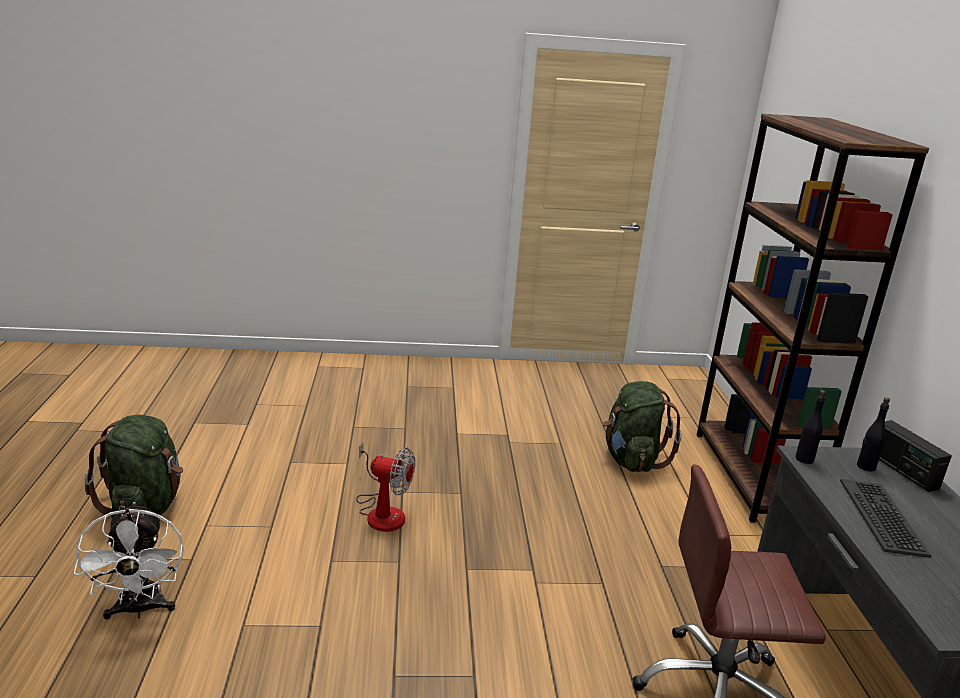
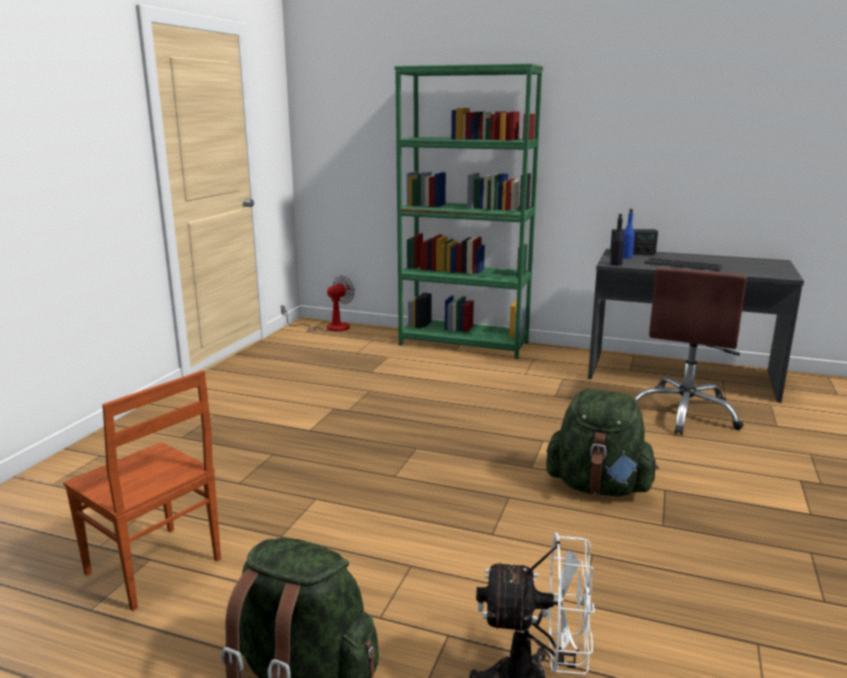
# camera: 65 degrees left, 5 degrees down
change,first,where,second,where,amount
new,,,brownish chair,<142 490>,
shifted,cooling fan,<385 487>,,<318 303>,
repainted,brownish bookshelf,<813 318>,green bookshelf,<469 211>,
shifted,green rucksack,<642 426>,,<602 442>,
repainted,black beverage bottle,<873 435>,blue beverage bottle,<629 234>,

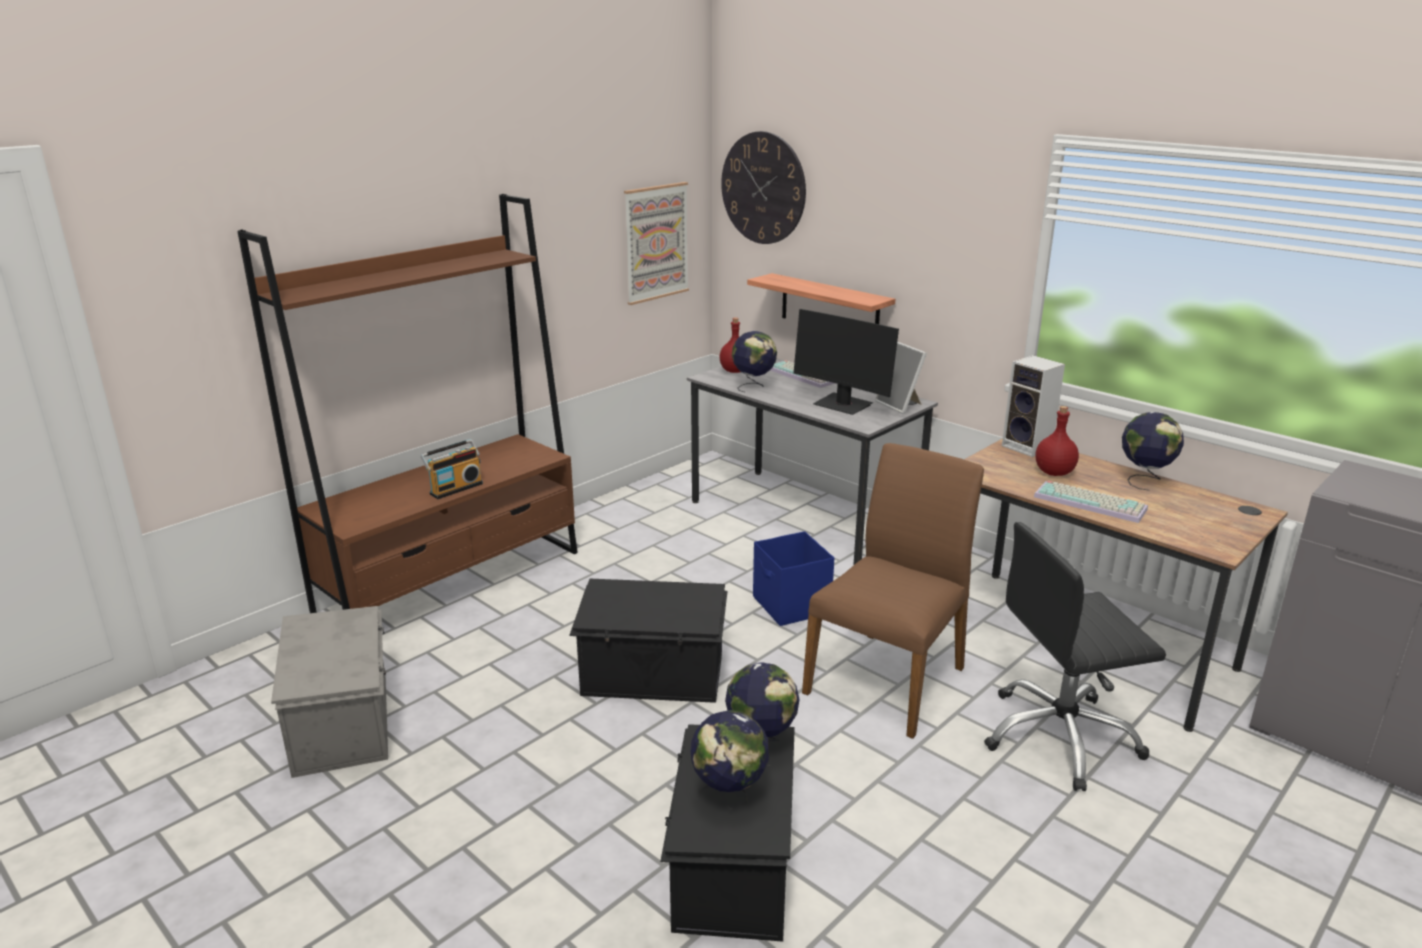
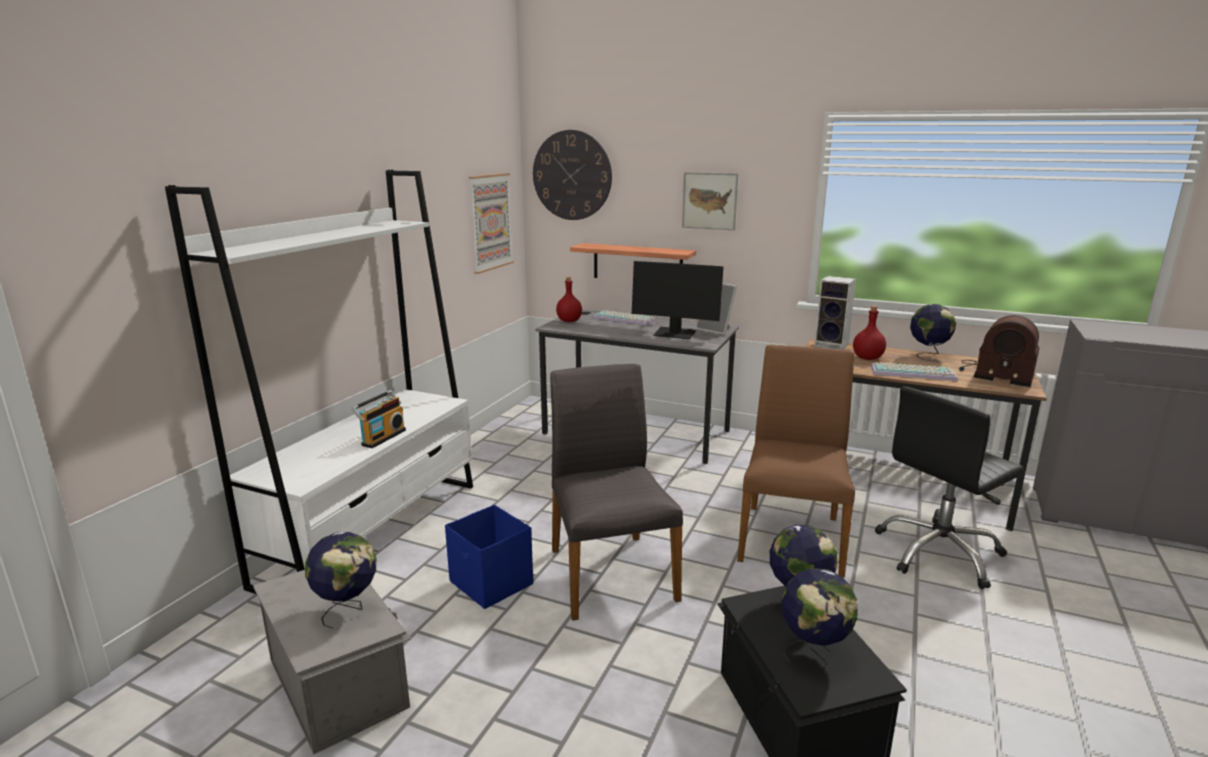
# camera: 20 degrees left, 5 degrees down
change,first,where,second,where,amount
repainted,brownish bookshelf,<408 403>,white bookshelf,<319 382>,
shifted,world globe,<754 361>,,<340 580>,
shifted,blue storage box,<793 578>,,<489 557>,
swapped,black storage box,<648 641>,gray chair,<616 492>,
new,,,wall picture,<710 201>,
new,,,radio,<999 351>,

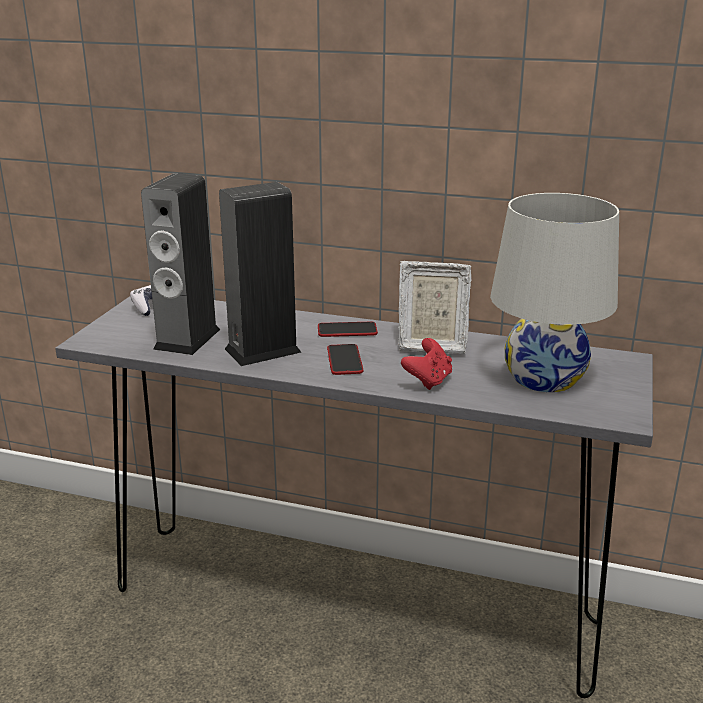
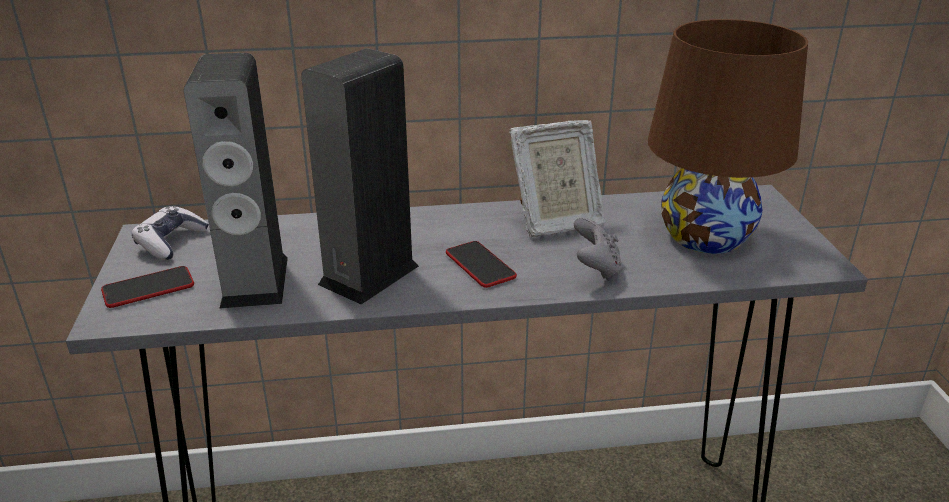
# camera: 25 degrees left, 5 degrees up
change,first,where,second,where,amount
shifted,phone,<348 329>,,<147 287>,
repainted,red-coloured gamepad,<426 364>,gray gamepad,<598 249>,
repainted,white tabletop lamp,<554 292>,brownish tabletop lamp,<728 136>,

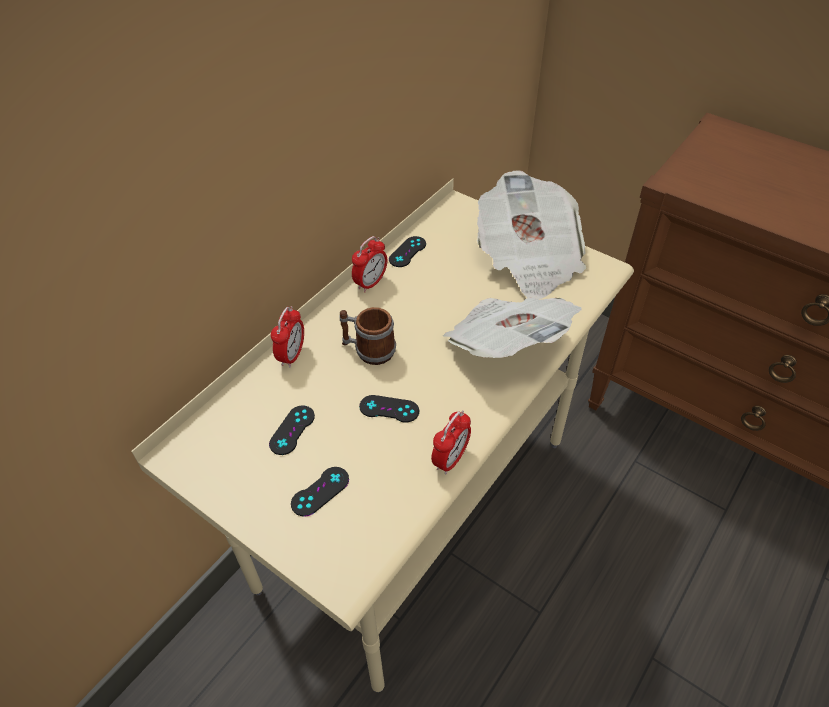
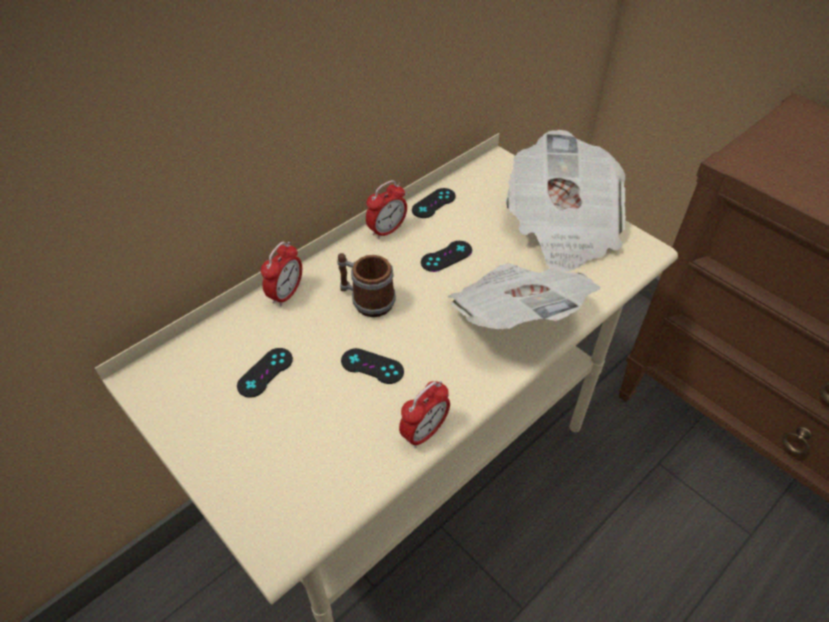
# camera: 10 degrees right, 0 degrees up
change,first,where,second,where,amount
shifted,black gamepad,<320 492>,,<446 256>,

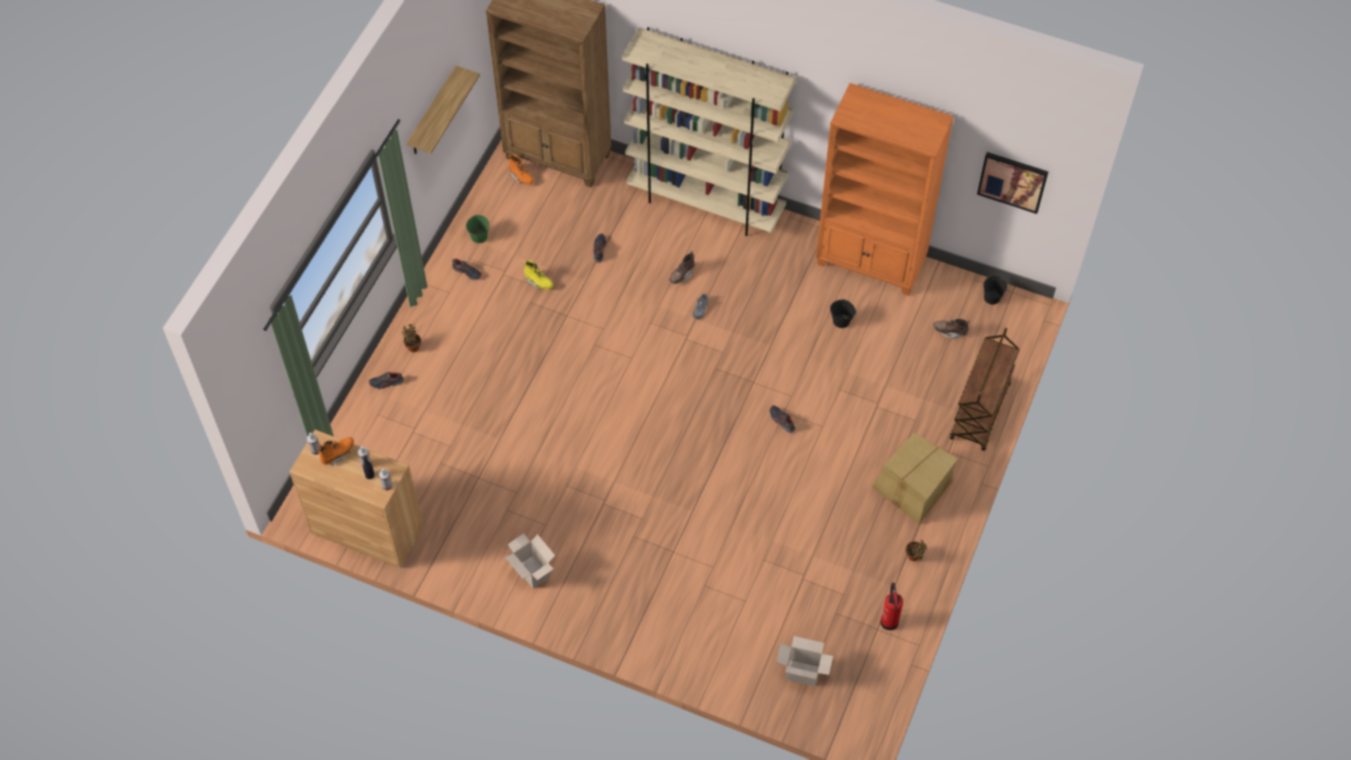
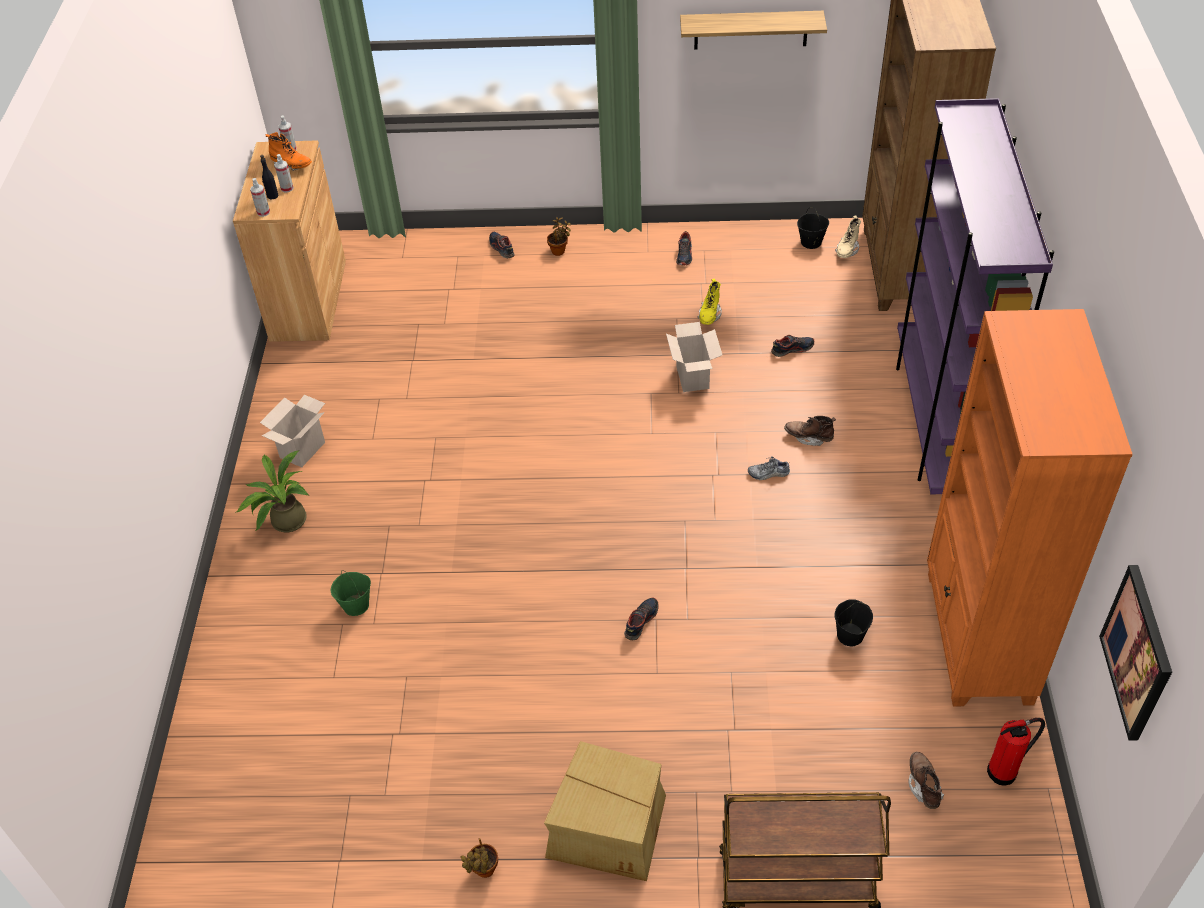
# camera: 70 degrees right, 10 degrees down
change,first,where,second,where,amount
new,,,potted plant,<272 491>,
shifted,green bucket,<477 229>,,<351 593>,
shifted,carton,<805 661>,,<694 357>,
shifted,black bucket,<995 290>,,<813 228>,
repainted,orangey tall boot,<521 169>,beige-coloured tall boot,<848 236>,
repainted,beige-coloured bookshelf,<709 131>,purplish bookshelf,<975 296>,
shifted,fire extinguisher,<891 606>,,<1016 752>,

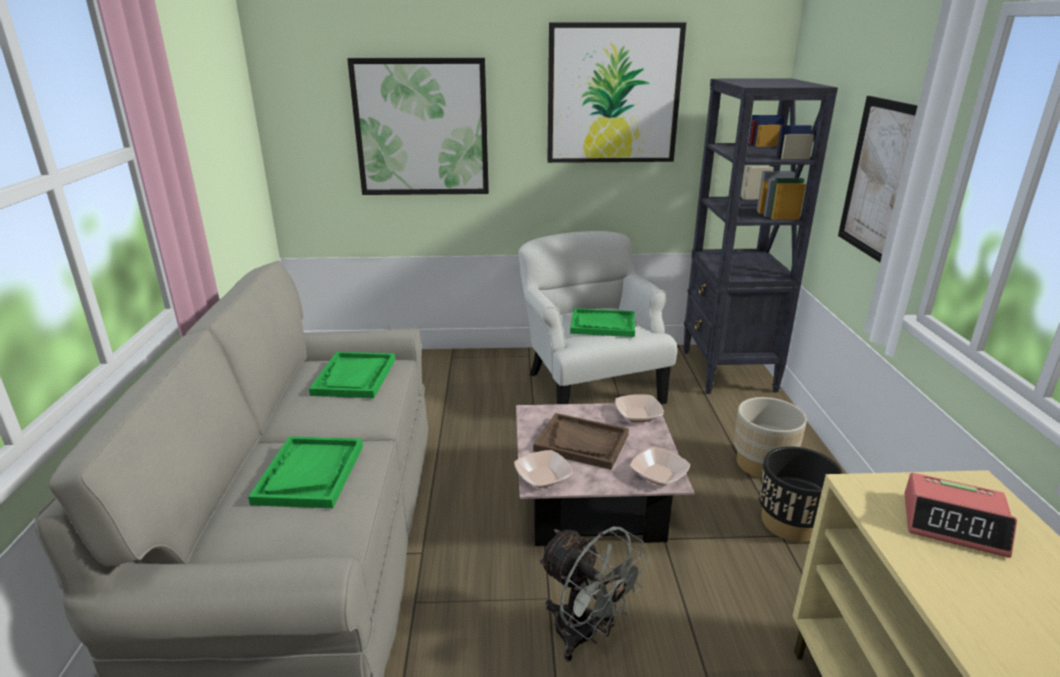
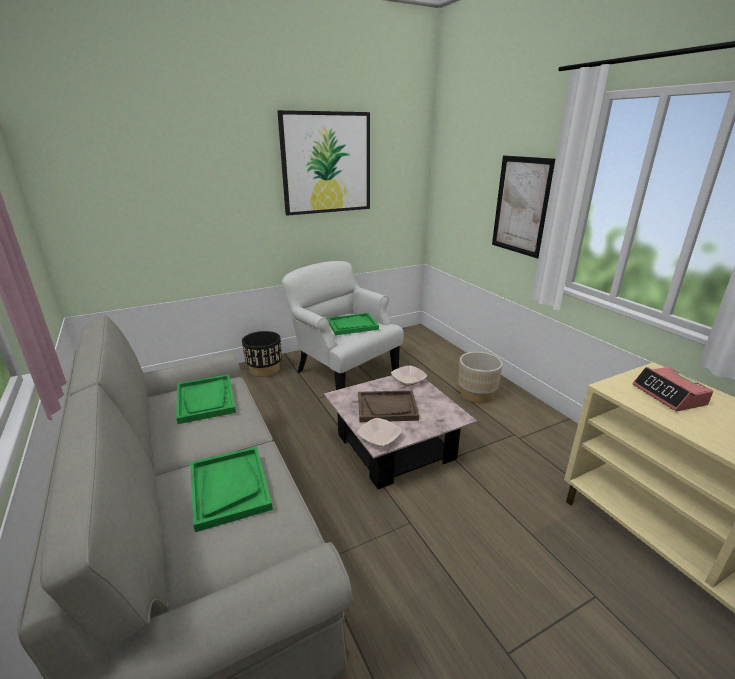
# camera: 25 degrees left, 0 degrees up
change,first,where,second,where,amount
shifted,black plant pot,<801 494>,,<262 354>,
rotated,bedside clock,<960 515>,,<673 389>,75 degrees clockwise
gone,wall picture,<418 126>,,,
gone,gray cooling fan,<593 594>,,,
gone,bowl,<660 466>,,,
gone,black bookshelf,<760 236>,,,

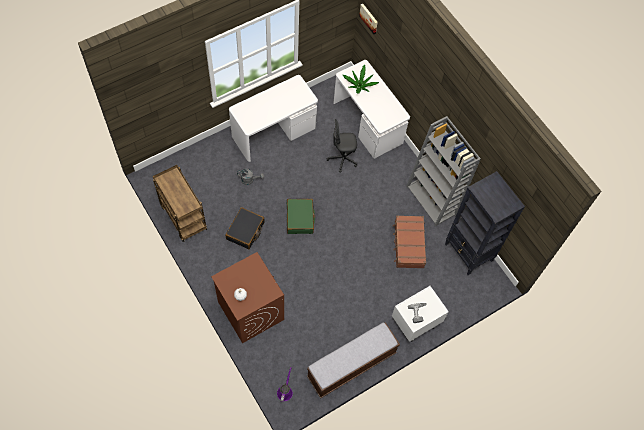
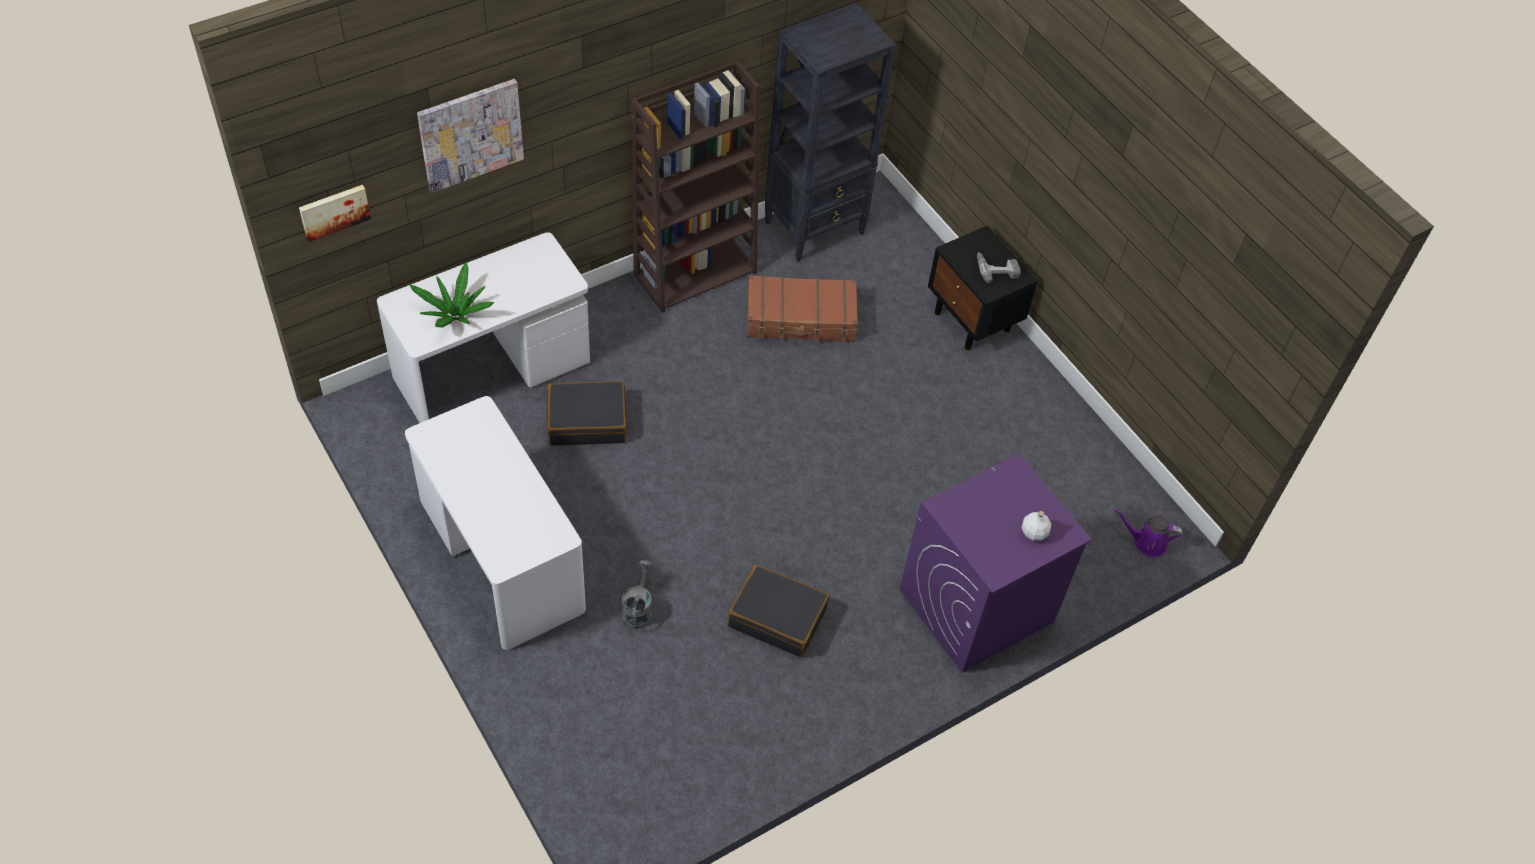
# camera: 90 degrees left, 10 degrees down
change,first,where,second,where,amount
new,,,wall picture,<470 136>,
swapped,gray desk chair,<342 146>,black travel case,<586 413>,
repainted,gray bookshelf,<443 171>,brownish bookshelf,<696 187>,
repainted,brownish laundry appliance,<247 297>,purplish laundry appliance,<996 563>,
repainted,white bedside table,<420 314>,black bedside table,<983 288>,
gone,brownish cart,<180 203>,,,
gone,green travel case,<301 216>,,,
gone,long seat,<353 360>,,,

